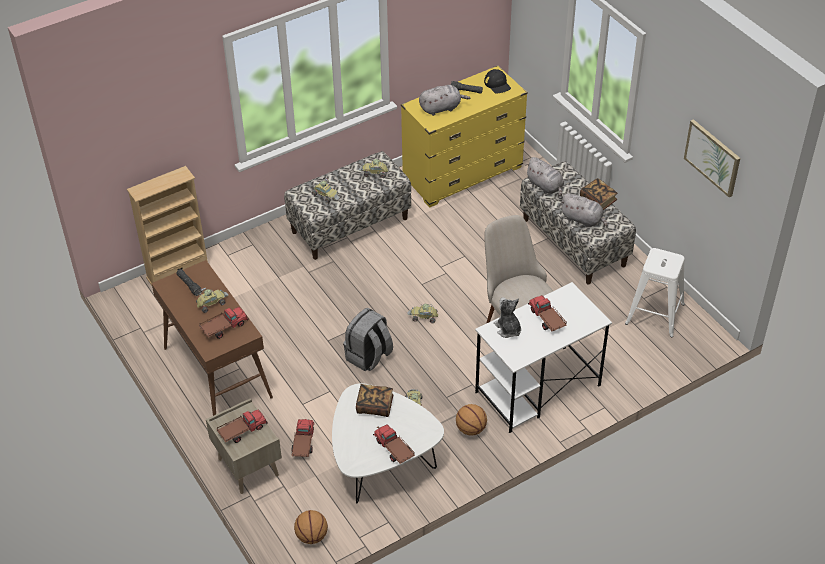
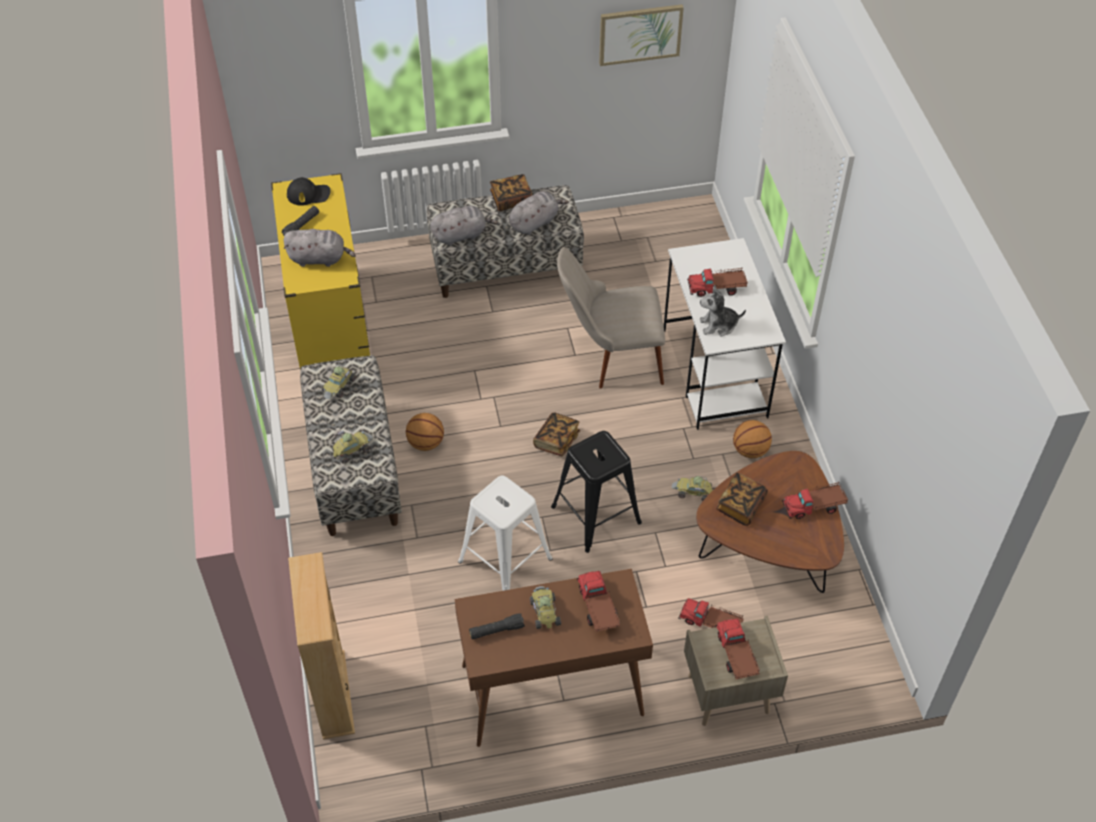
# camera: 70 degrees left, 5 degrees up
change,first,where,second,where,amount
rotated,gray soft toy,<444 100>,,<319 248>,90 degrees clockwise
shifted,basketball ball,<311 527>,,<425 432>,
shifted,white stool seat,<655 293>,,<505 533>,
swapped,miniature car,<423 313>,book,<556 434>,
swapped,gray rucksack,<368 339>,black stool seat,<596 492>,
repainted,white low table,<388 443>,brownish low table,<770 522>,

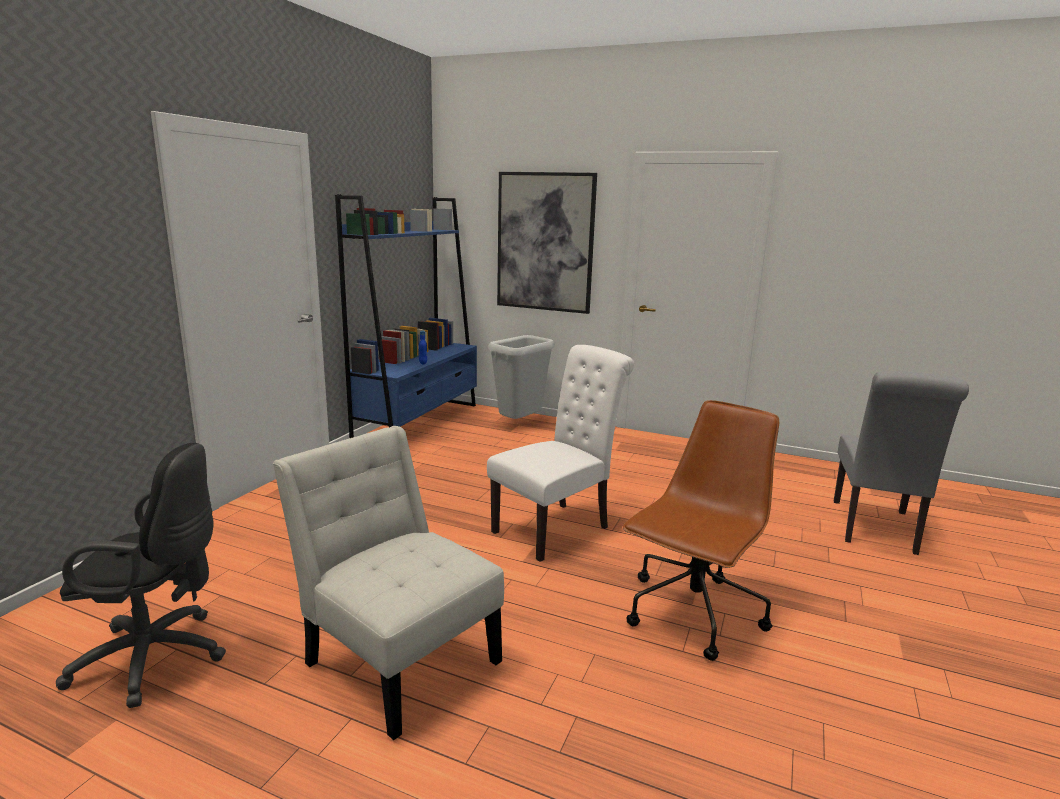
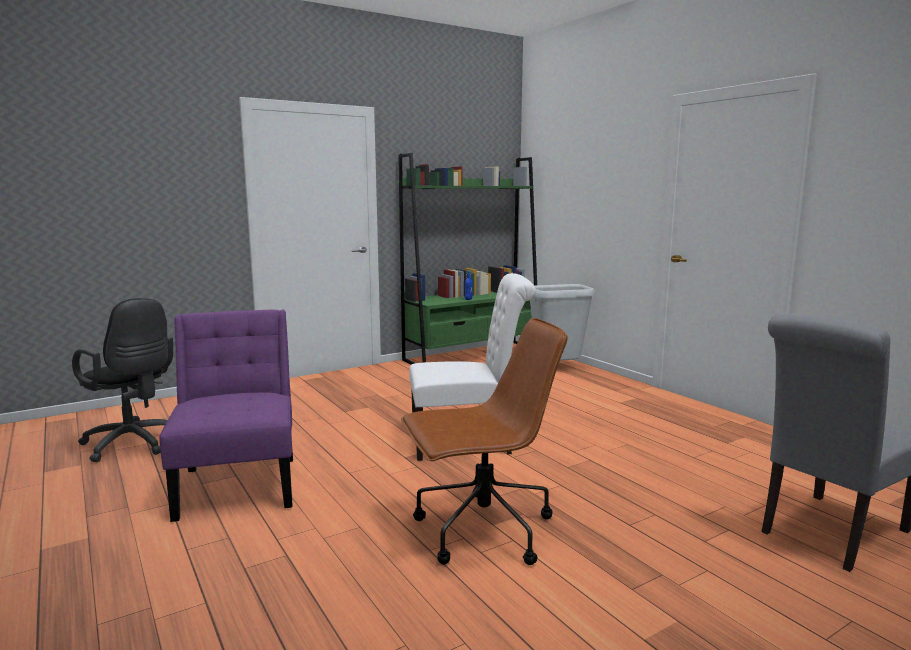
# camera: 35 degrees right, 5 degrees down
change,first,where,second,where,amount
repainted,white chair,<388 583>,purplish chair,<226 415>,
repainted,blue bookshelf,<406 316>,green bookshelf,<467 259>,
gone,wall picture,<547 243>,,,

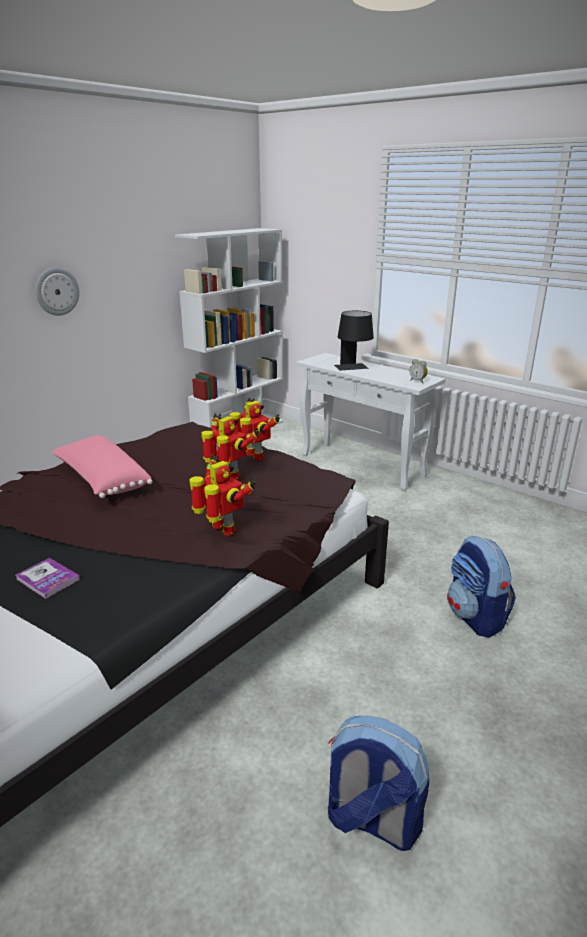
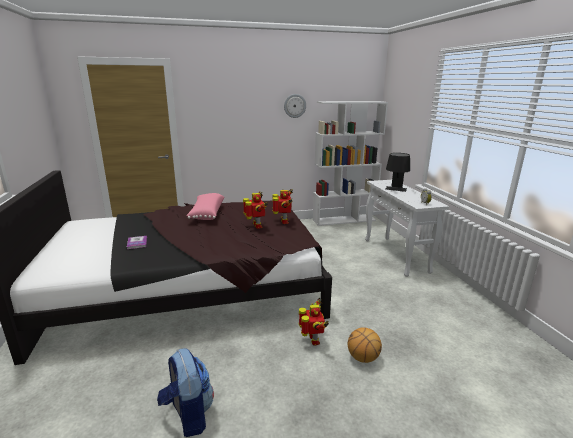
# camera: 35 degrees right, 5 degrees down
change,first,where,second,where,amount
shifted,clock on the wall,<57 291>,,<295 106>,
shifted,robot figure,<222 495>,,<314 322>,
swapped,rucksack,<481 587>,basketball ball,<365 345>,

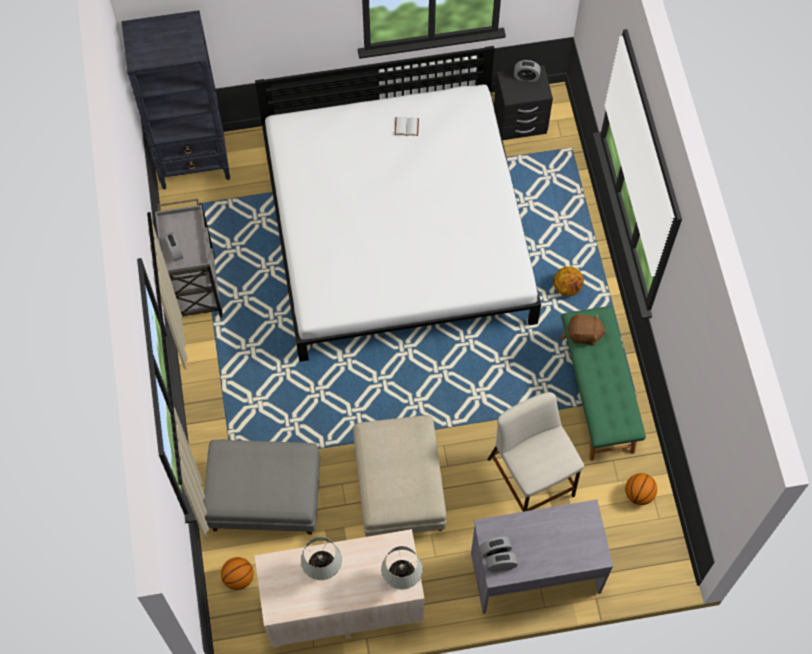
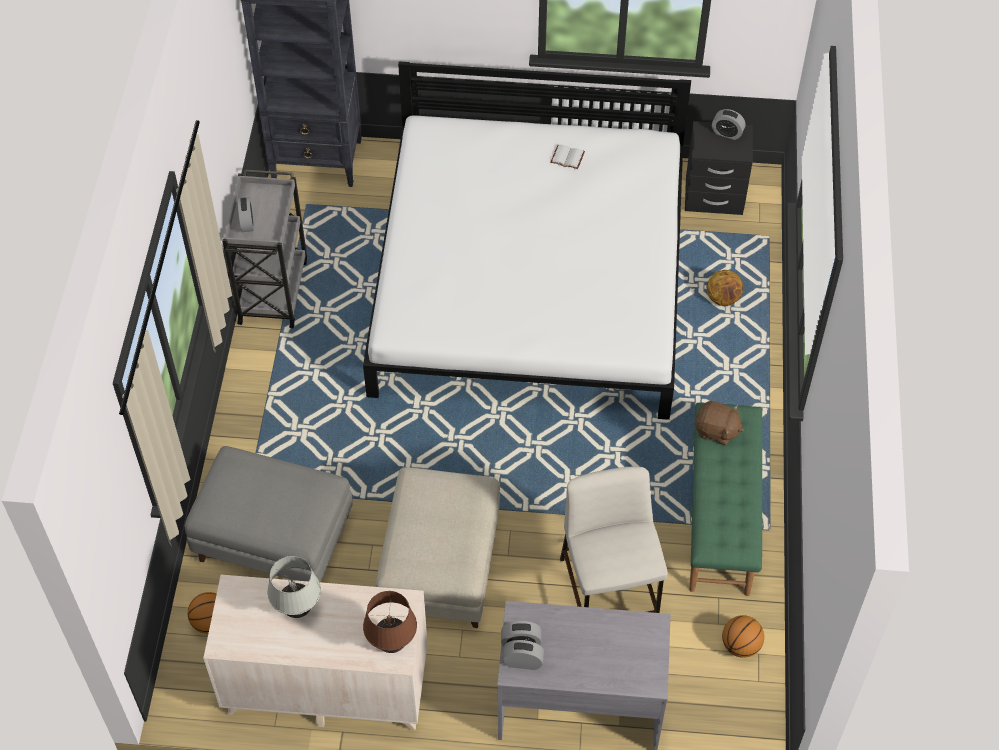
# camera: 15 degrees right, 10 degrees down
change,first,where,second,where,amount
repainted,white tabletop lamp,<402 568>,brownish tabletop lamp,<390 622>,
shifted,basketball ball,<568 281>,,<725 288>,

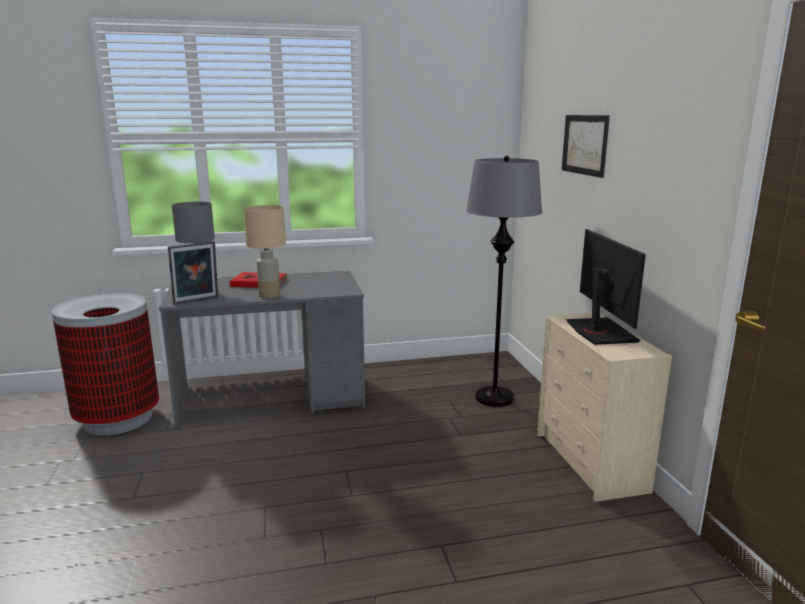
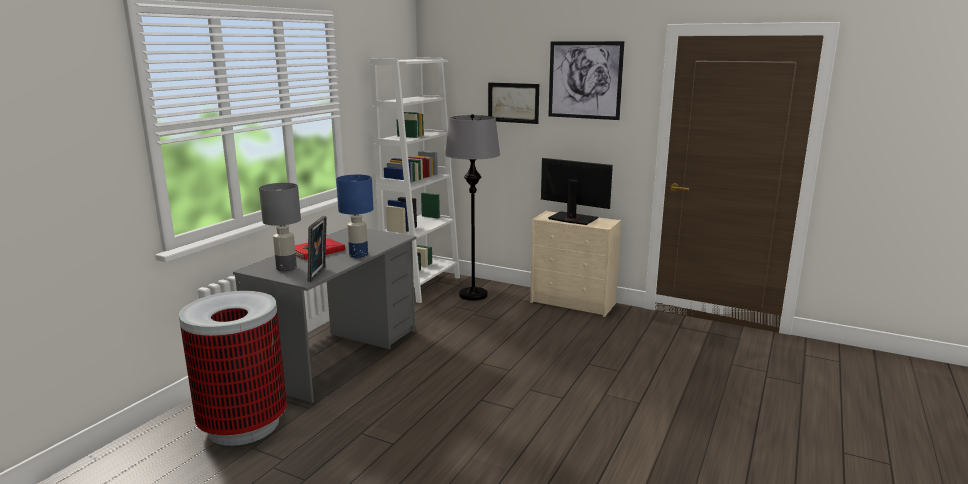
# camera: 50 degrees left, 0 degrees up
change,first,where,second,where,amount
repainted,beige-coloured tabletop lamp,<264 251>,blue tabletop lamp,<354 216>,
new,,,white bookshelf,<415 180>,
new,,,wall picture,<586 80>,

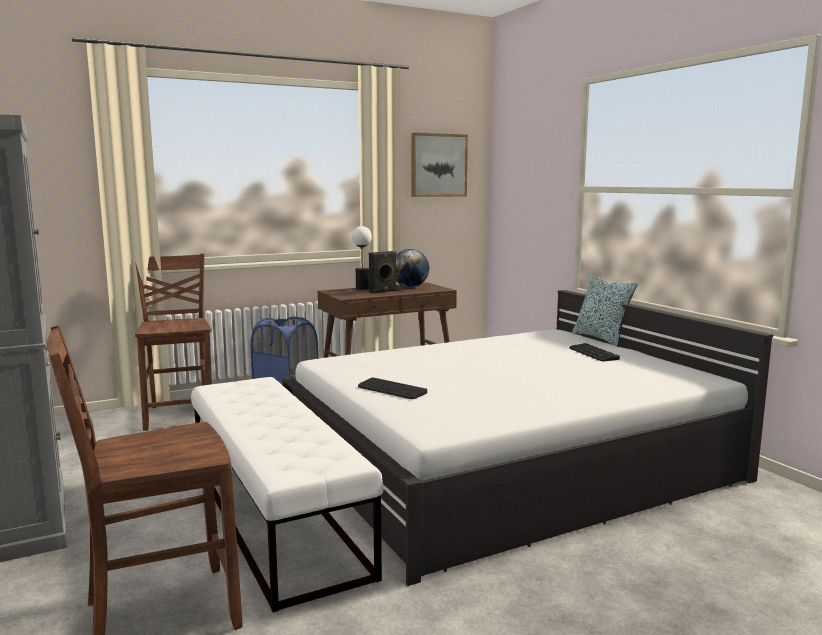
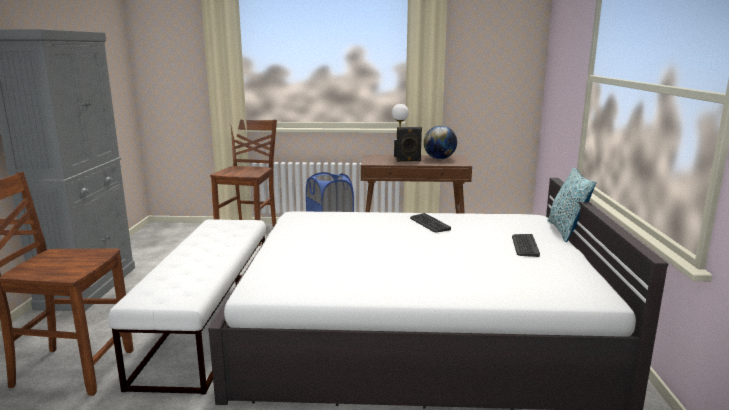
# camera: 30 degrees right, 5 degrees up
change,first,where,second,where,amount
shifted,PC keyboard,<392 388>,,<430 222>,
gone,wall picture,<439 165>,,,

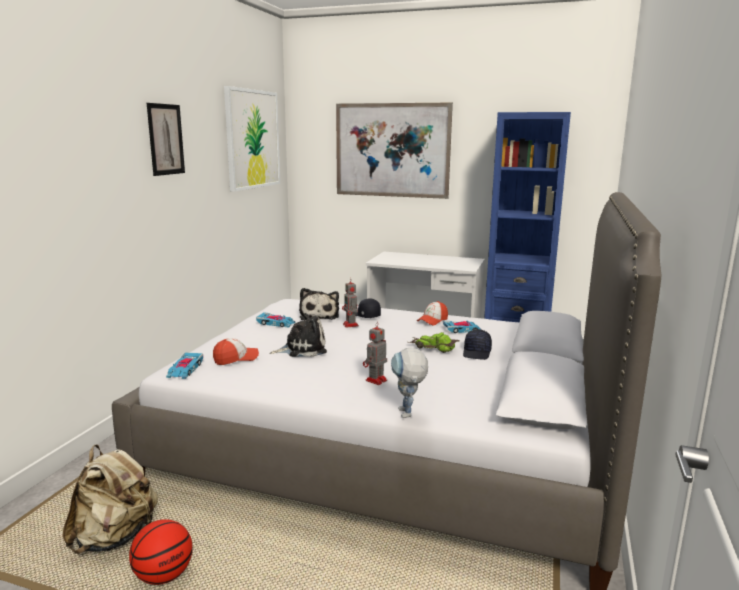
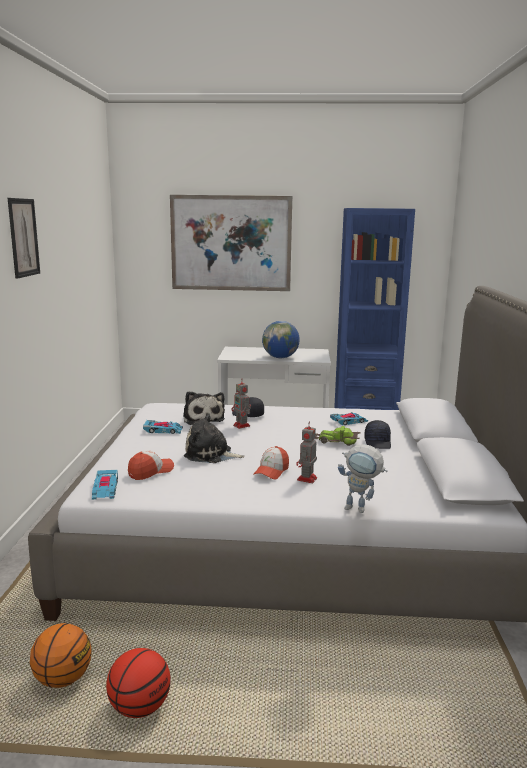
# camera: 15 degrees left, 0 degrees up
change,first,where,second,where,amount
swapped,beige-coloured rucksack,<110 499>,basketball ball,<60 655>,
rotated,soft toy,<298 335>,,<214 438>,135 degrees counterclockwise
shifted,baseball cap,<432 313>,,<271 462>,
new,,,world globe,<281 339>,
rotated,robot figure,<409 383>,,<363 478>,45 degrees counterclockwise
gone,wall picture,<252 139>,,,

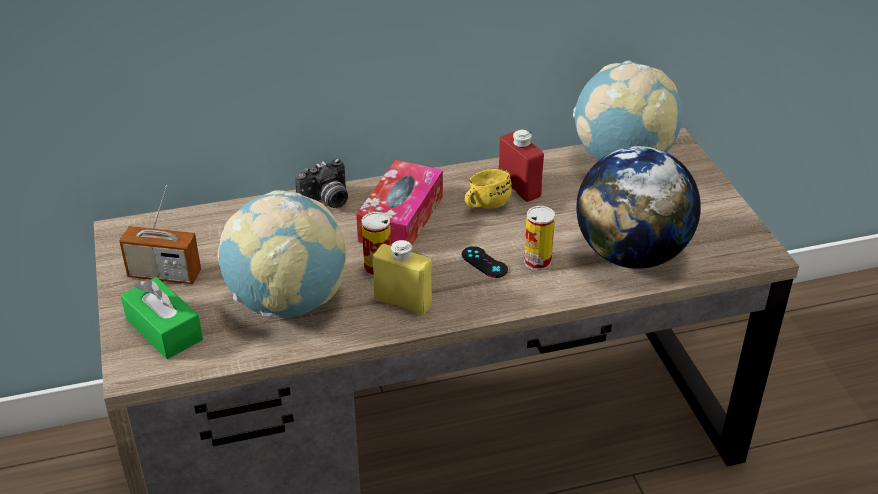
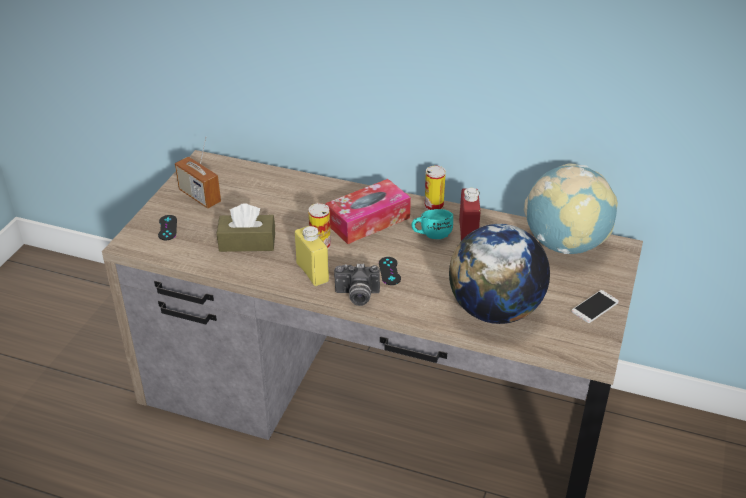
# camera: 35 degrees right, 0 degrees up
change,first,where,second,where,amount
swapped,green tissue box,<162 318>,black gamepad,<167 227>,
swapped,world globe,<282 254>,brownish tissue box,<246 227>,
shifted,photo camera,<321 183>,,<357 284>,
repainted,yellowish coffee mug,<488 189>,turquoise-coloured coffee mug,<432 224>,
shifted,sealed can,<539 238>,,<435 187>,
new,,,phone,<595 306>,

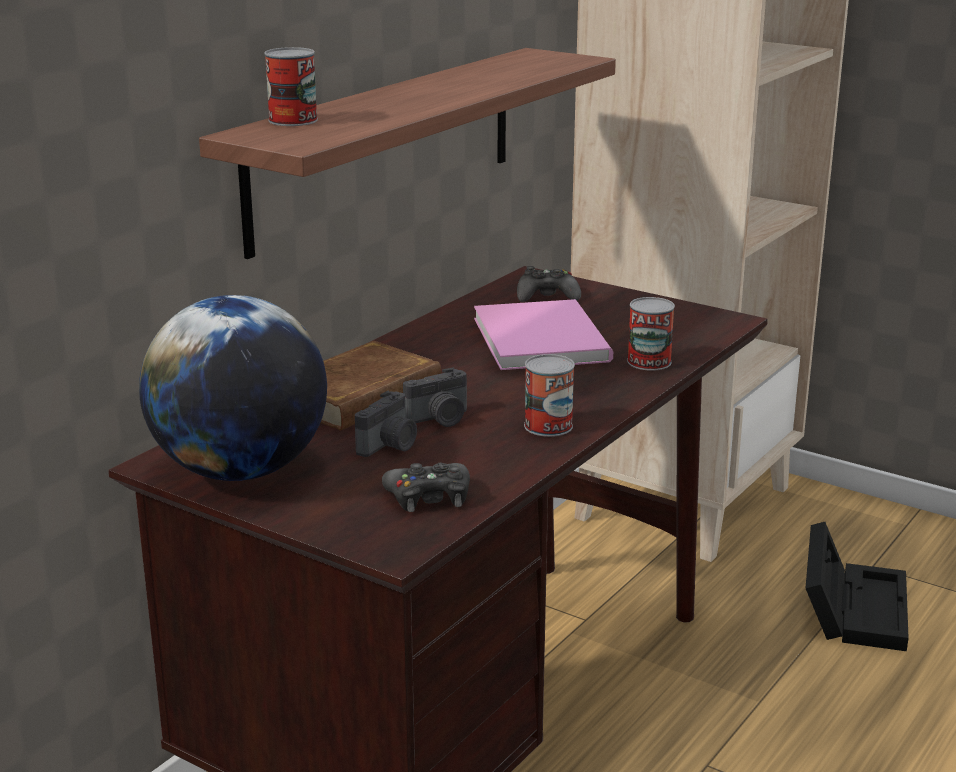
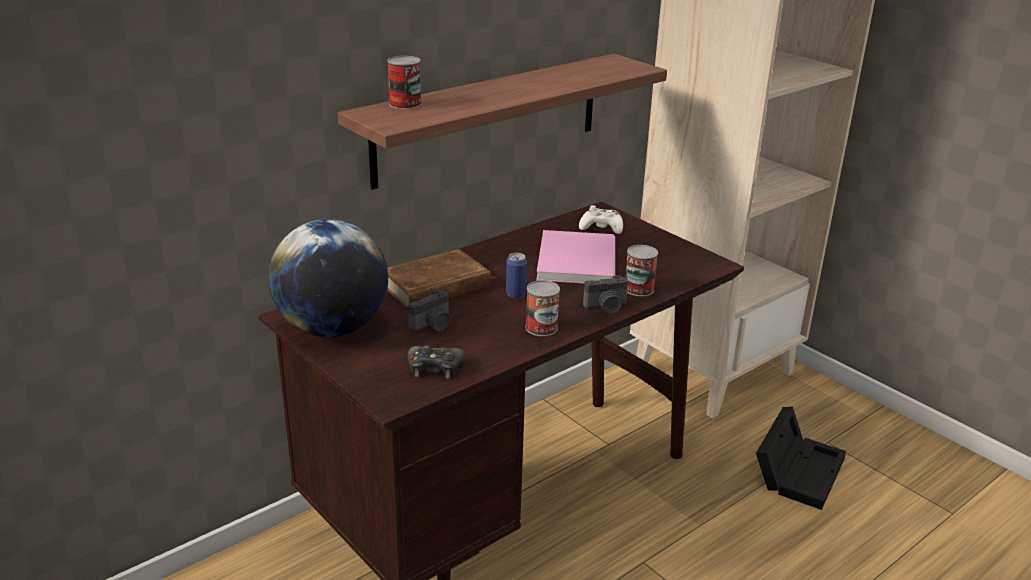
# camera: 15 degrees right, 5 degrees up
change,first,where,second,where,amount
new,,,sealed can,<516 275>,
repainted,black gamepad,<549 284>,white gamepad,<601 219>,
shifted,photo camera,<435 397>,,<605 294>,

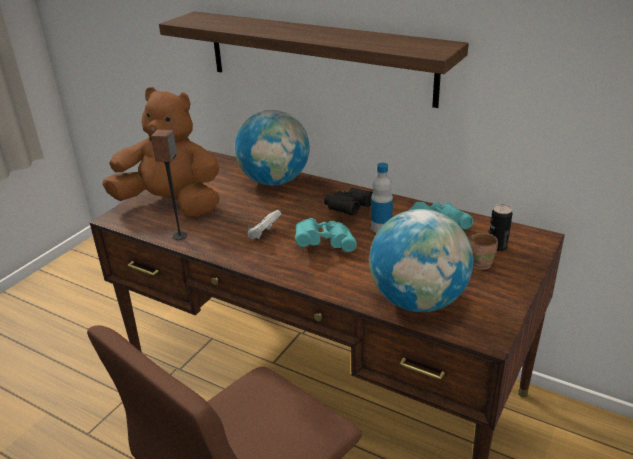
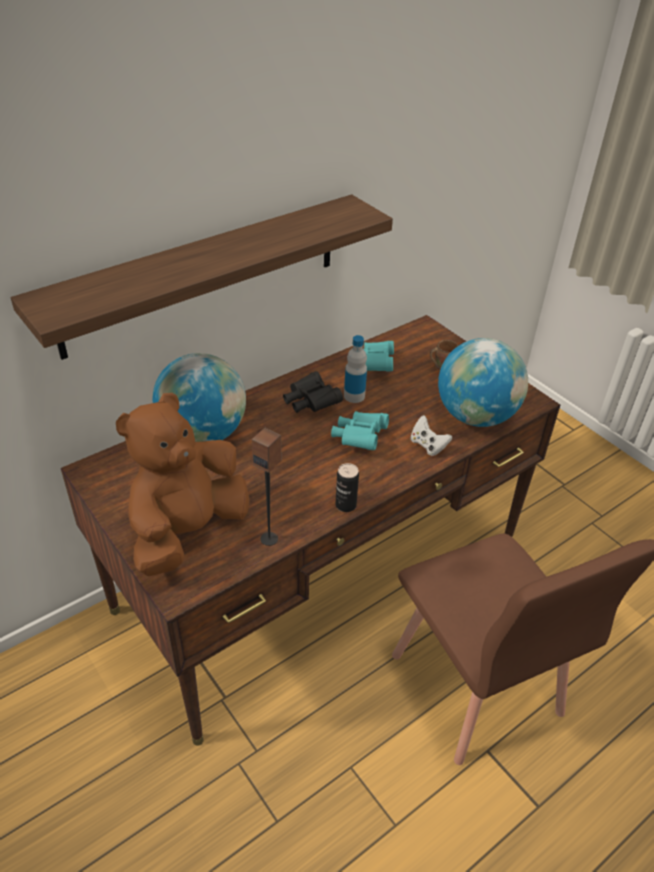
# camera: 70 degrees left, 10 degrees up
change,first,where,second,where,amount
shifted,sealed can,<500 228>,,<347 487>,
shifted,white gamepad,<264 224>,,<431 435>,

